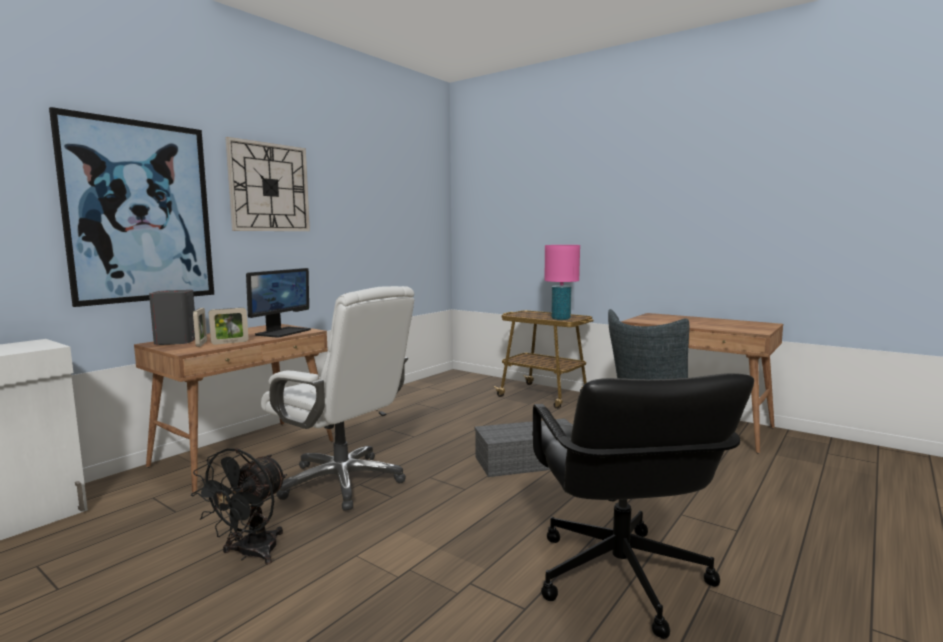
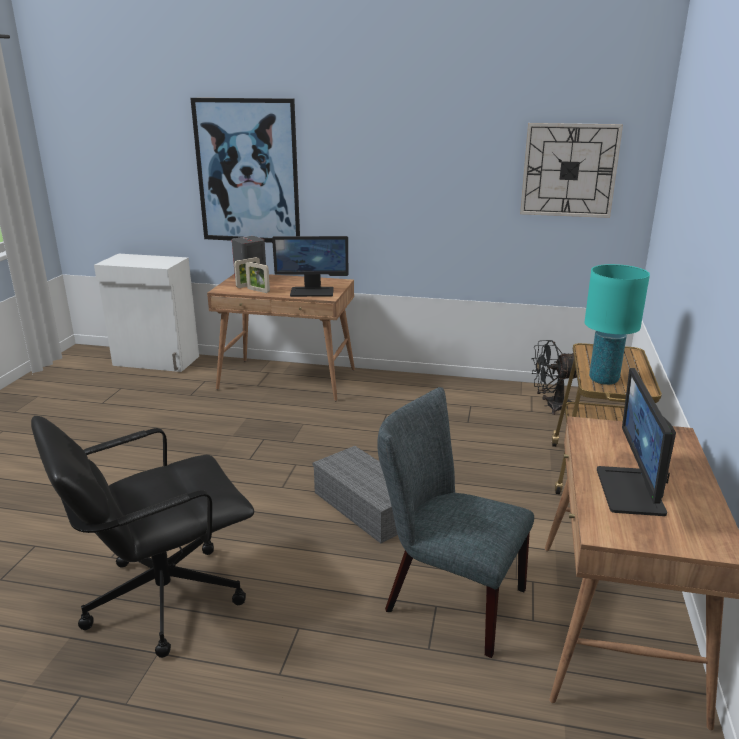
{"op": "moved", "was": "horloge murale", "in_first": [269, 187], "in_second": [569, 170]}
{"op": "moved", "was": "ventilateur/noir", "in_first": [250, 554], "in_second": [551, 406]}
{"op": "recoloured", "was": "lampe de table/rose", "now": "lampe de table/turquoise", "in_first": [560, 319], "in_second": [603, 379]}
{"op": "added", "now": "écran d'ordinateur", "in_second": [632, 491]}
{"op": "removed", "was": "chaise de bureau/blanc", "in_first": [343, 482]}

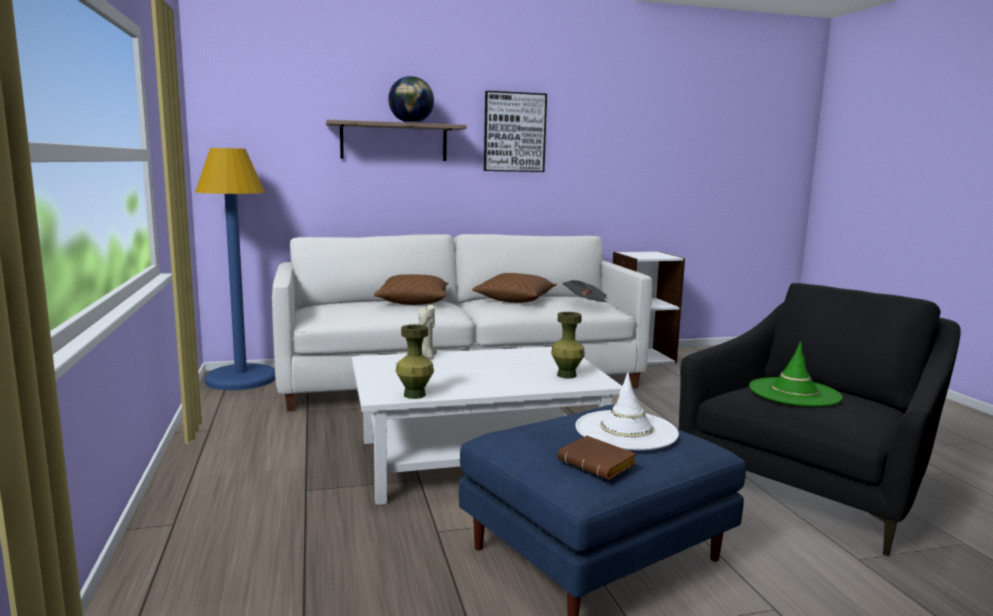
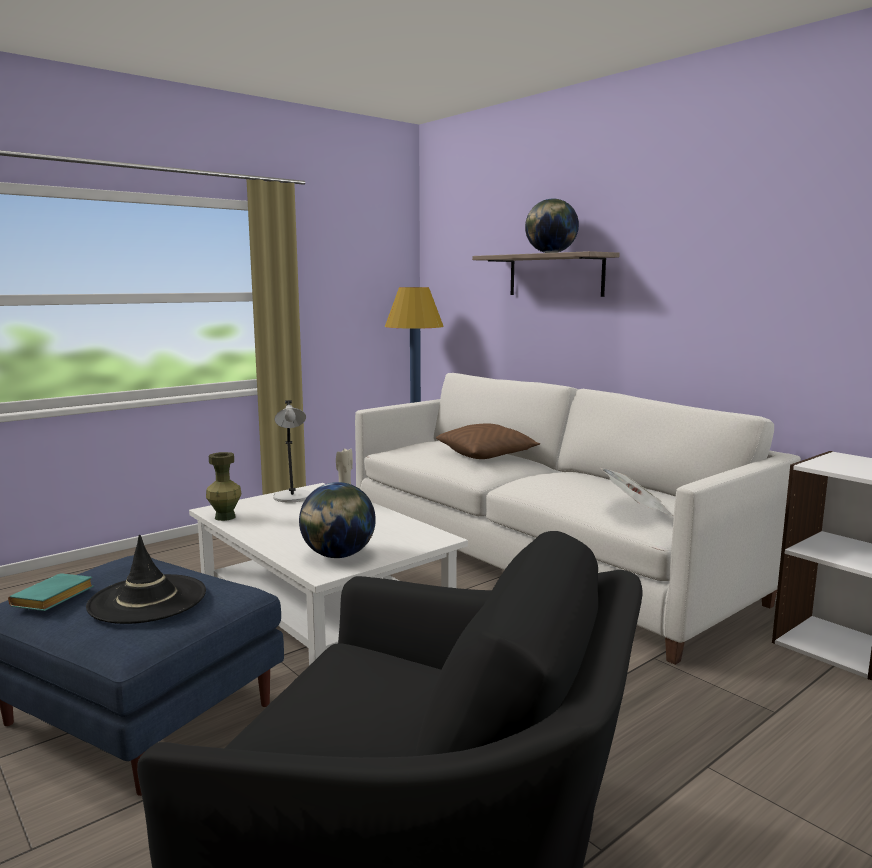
{"op": "recoloured", "was": "livre/marron", "now": "livre/turquoise", "in_first": [599, 464], "in_second": [52, 599]}
{"op": "recoloured", "was": "chapeau/blanc", "now": "chapeau/noir", "in_first": [626, 431], "in_second": [147, 599]}
{"op": "added", "now": "lampe de table/gris", "in_second": [292, 497]}
{"op": "replaced", "was": "vase/vert", "now": "globe", "in_first": [567, 375], "in_second": [338, 555]}
{"op": "removed", "was": "coussin/marron", "in_first": [515, 299]}
{"op": "removed", "was": "tableau", "in_first": [514, 132]}
{"op": "removed", "was": "chapeau/vert", "in_first": [794, 393]}

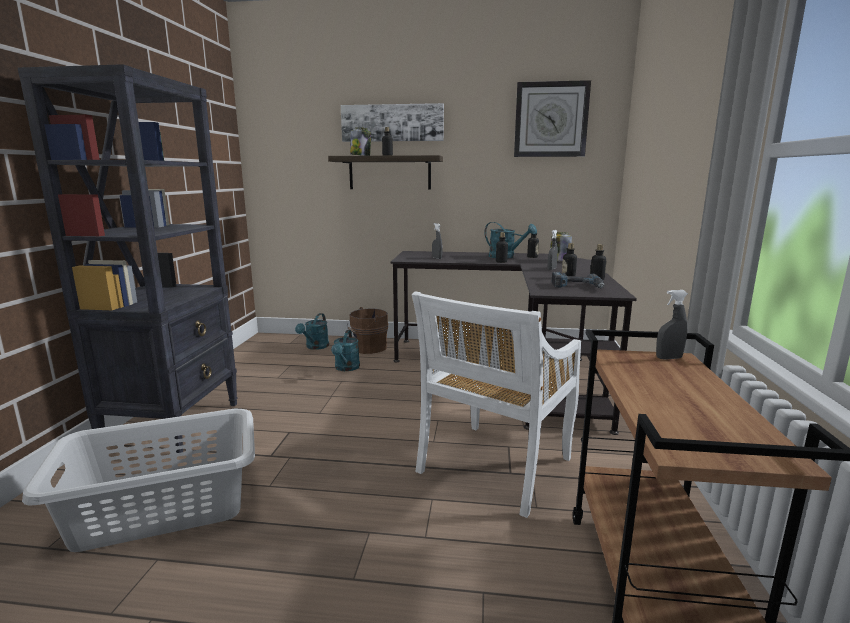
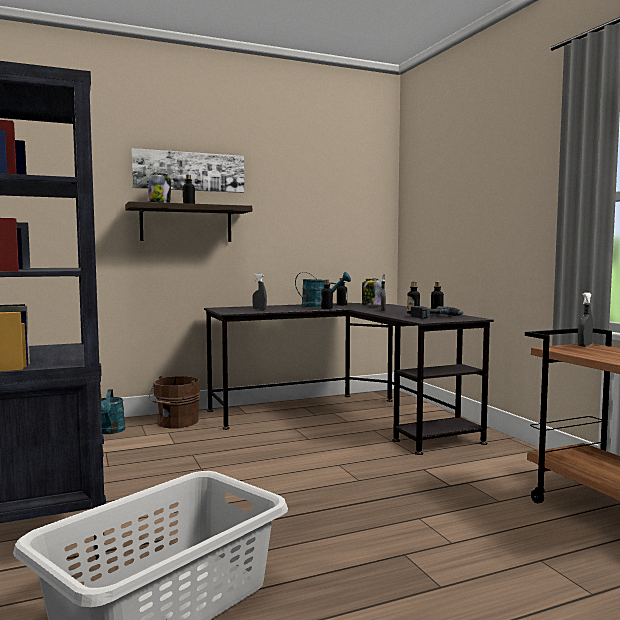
{"op": "removed", "was": "arrosoir/turquoise", "in_first": [346, 368]}
{"op": "removed", "was": "chaise/blanc", "in_first": [494, 467]}
{"op": "removed", "was": "horloge murale", "in_first": [551, 120]}

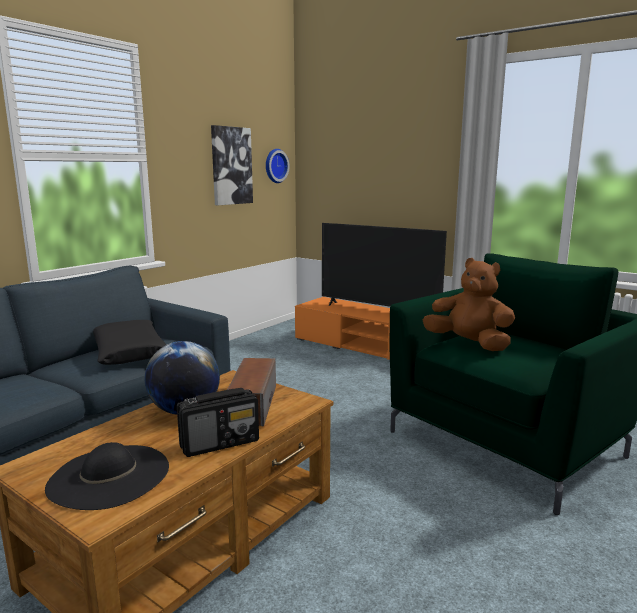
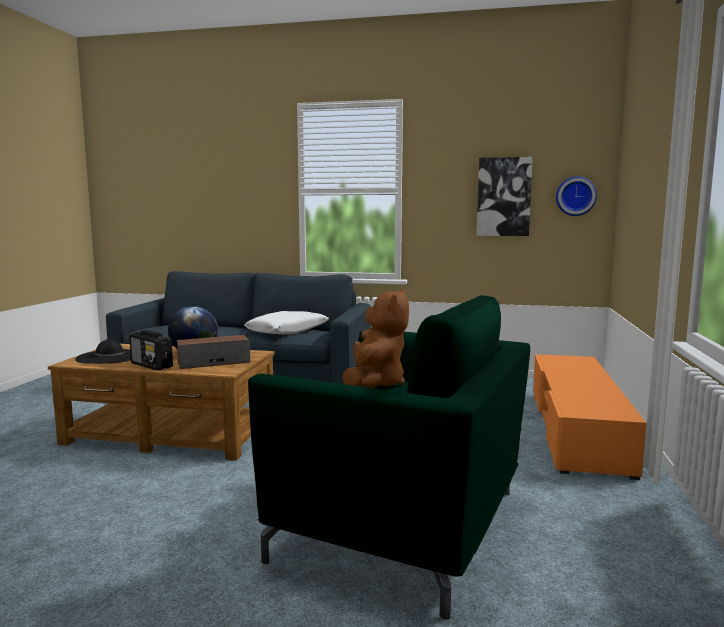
{"op": "recoloured", "was": "coussin/noir", "now": "coussin/blanc", "in_first": [129, 352], "in_second": [287, 331]}
{"op": "removed", "was": "téléviseur", "in_first": [378, 311]}

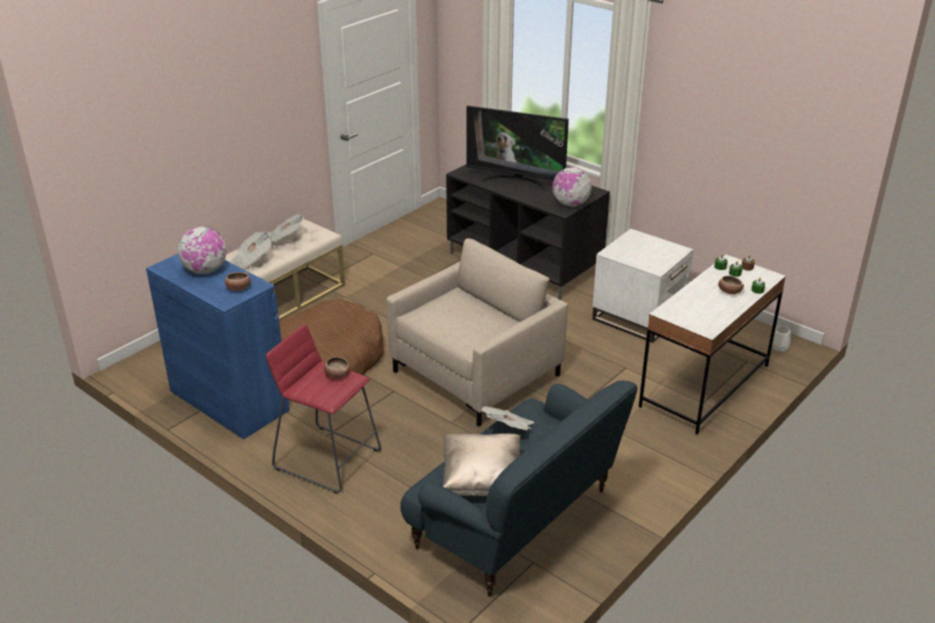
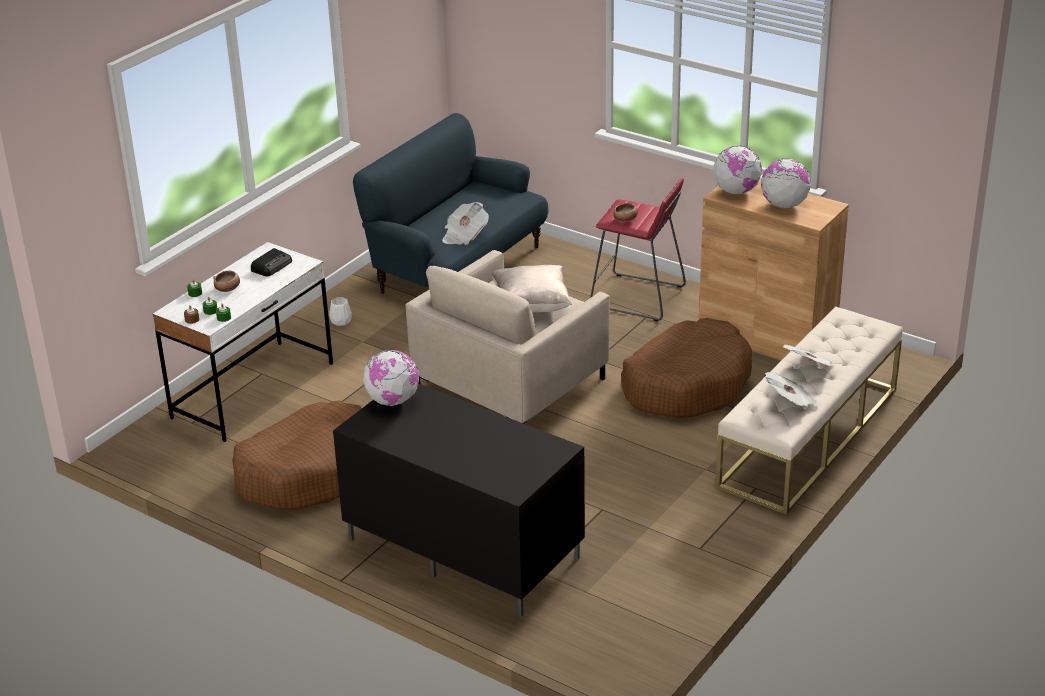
{"op": "replaced", "was": "table d'appoint/blanc", "now": "panier pour chien/marron", "in_first": [638, 316], "in_second": [307, 472]}
{"op": "added", "now": "radio", "in_second": [272, 266]}
{"op": "moved", "was": "vase/blanc", "in_first": [779, 347], "in_second": [340, 321]}
{"op": "moved", "was": "coussin/beige", "in_first": [482, 480], "in_second": [531, 306]}
{"op": "recoloured", "was": "meuble de rangement/bleu", "now": "meuble de rangement/marron", "in_first": [229, 400], "in_second": [767, 337]}
{"op": "replaced", "was": "bol", "now": "globe", "in_first": [238, 288], "in_second": [736, 191]}
{"op": "removed", "was": "téléviseur", "in_first": [516, 181]}

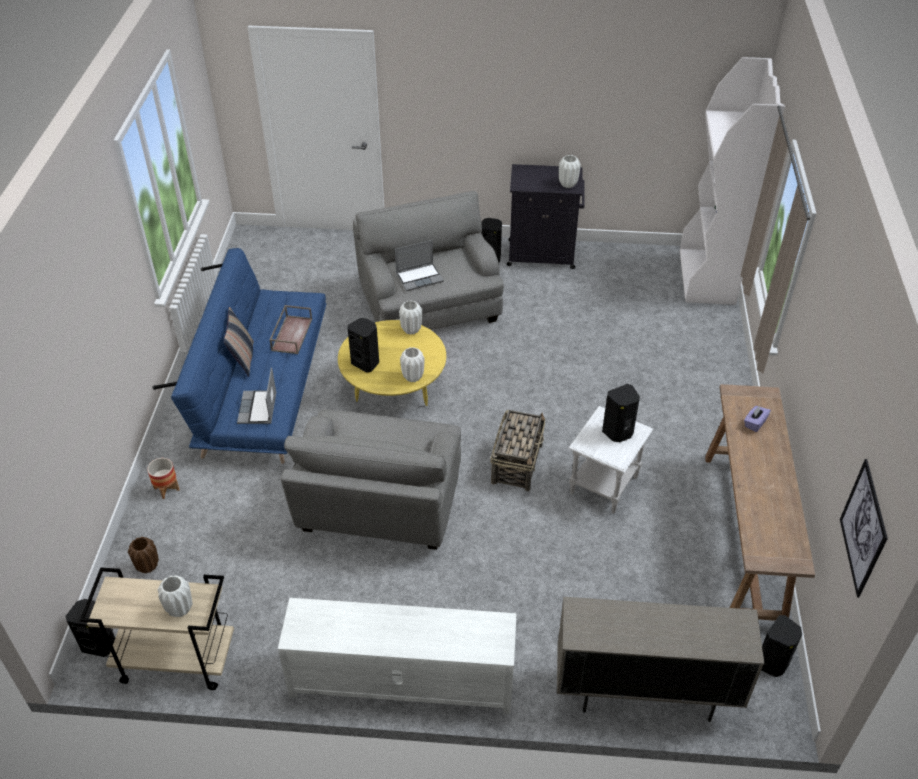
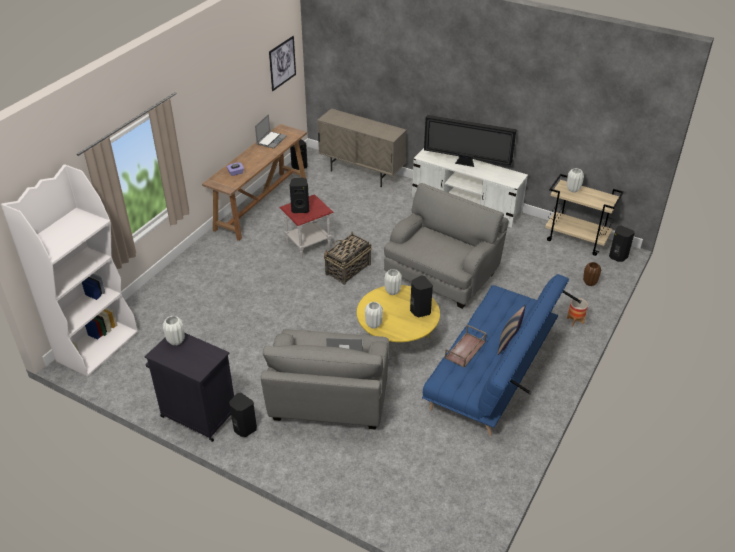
{"op": "moved", "was": "ordinateur portable", "in_first": [258, 409], "in_second": [271, 140]}
{"op": "recoloured", "was": "table d'appoint/blanc", "now": "table d'appoint/rouge", "in_first": [603, 486], "in_second": [308, 244]}
{"op": "added", "now": "téléviseur", "in_second": [466, 164]}

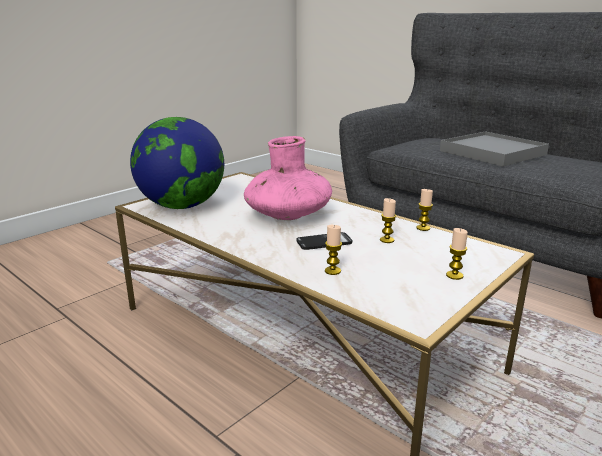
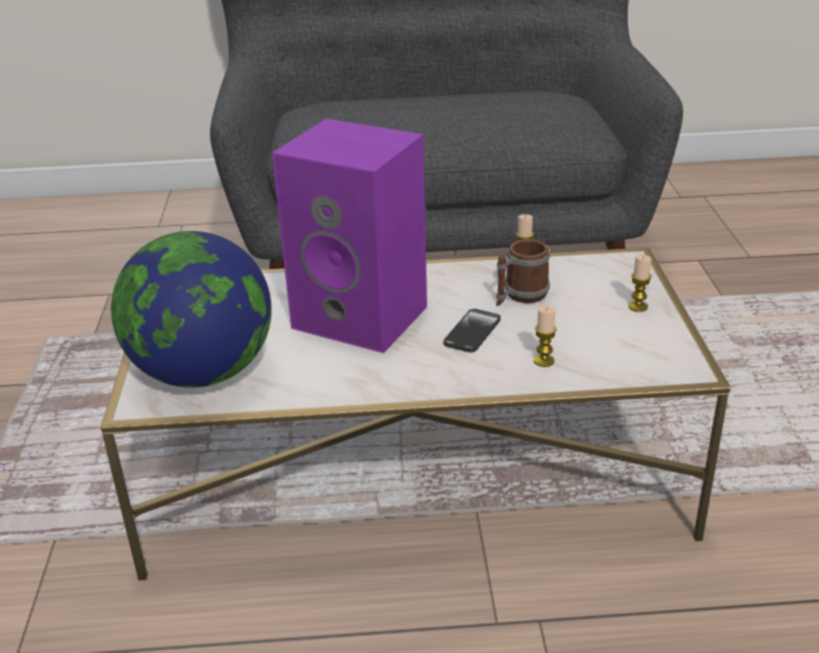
{"op": "replaced", "was": "vase/rose", "now": "enceinte/violet", "in_first": [288, 215], "in_second": [364, 317]}
{"op": "replaced", "was": "bougie", "now": "mug", "in_first": [387, 240], "in_second": [520, 296]}
{"op": "removed", "was": "plateau/gris", "in_first": [492, 153]}

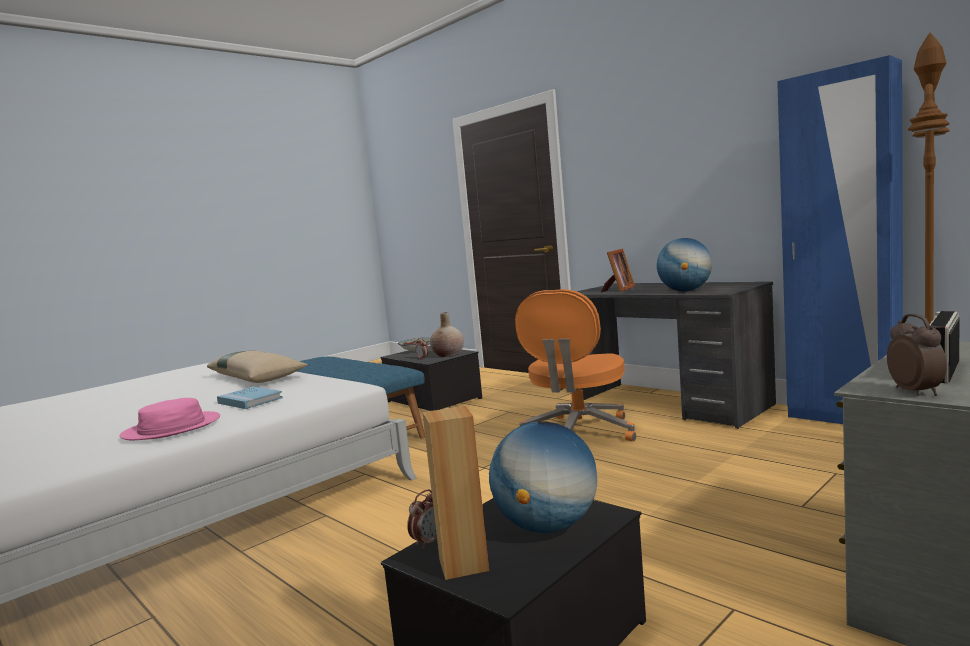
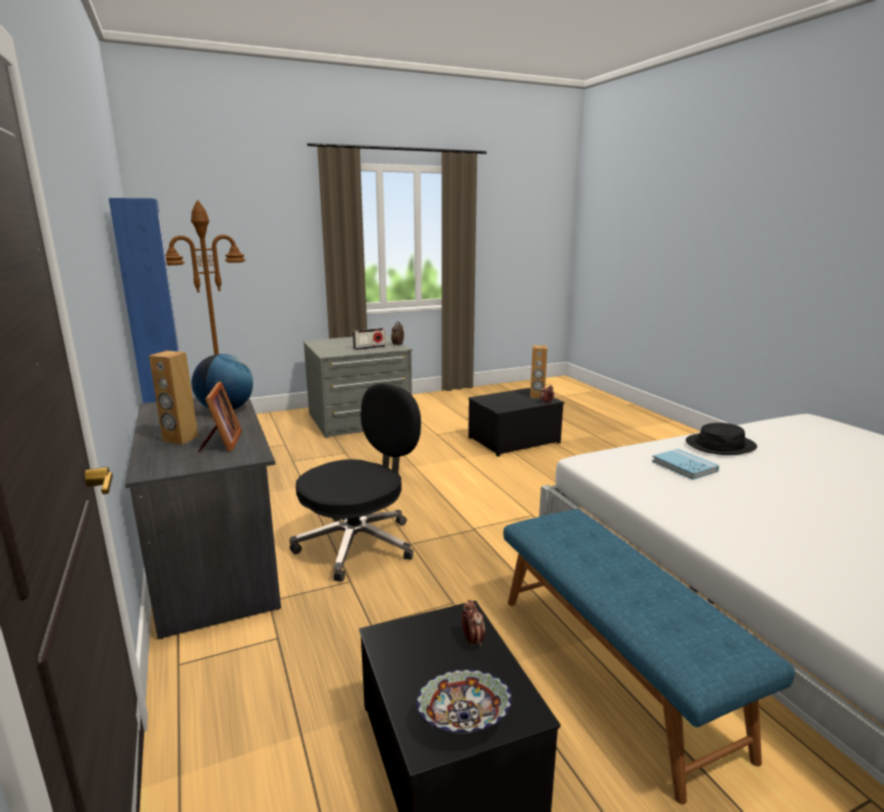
{"op": "added", "now": "enceinte/marron", "in_second": [180, 439]}
{"op": "turned", "was": "cadre photo", "in_first": [618, 290], "in_second": [222, 443], "clockwise": 120}
{"op": "recoloured", "was": "chaise de bureau/orange", "now": "chaise de bureau/noir", "in_first": [578, 434], "in_second": [359, 544]}
{"op": "recoloured", "was": "chapeau/rose", "now": "chapeau/noir", "in_first": [172, 428], "in_second": [720, 445]}
{"op": "removed", "was": "coussin/beige", "in_first": [257, 377]}
{"op": "removed", "was": "vase/beige", "in_first": [448, 354]}
{"op": "removed", "was": "globe", "in_first": [547, 526]}

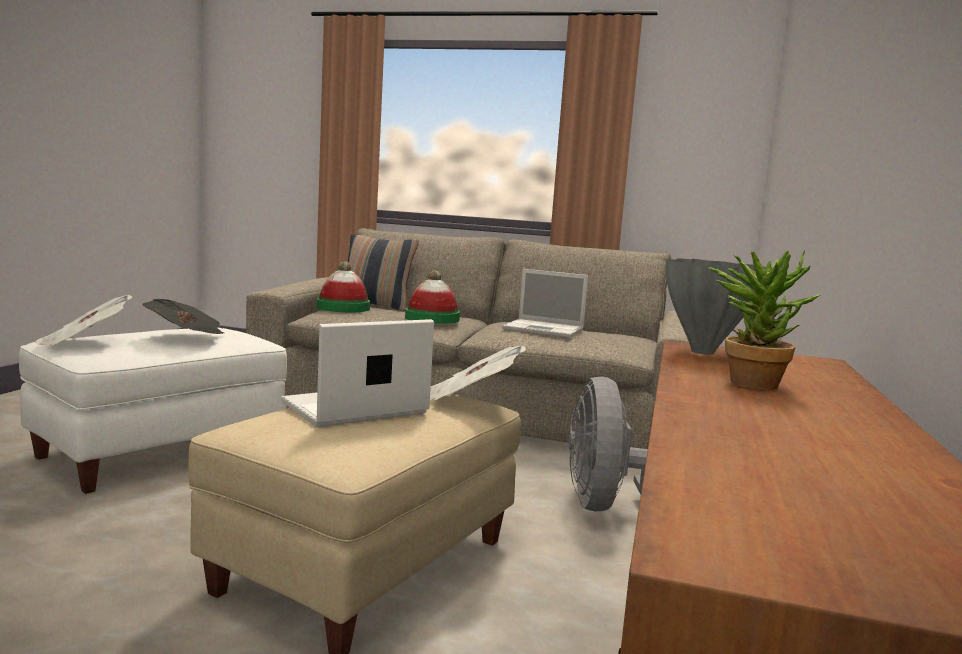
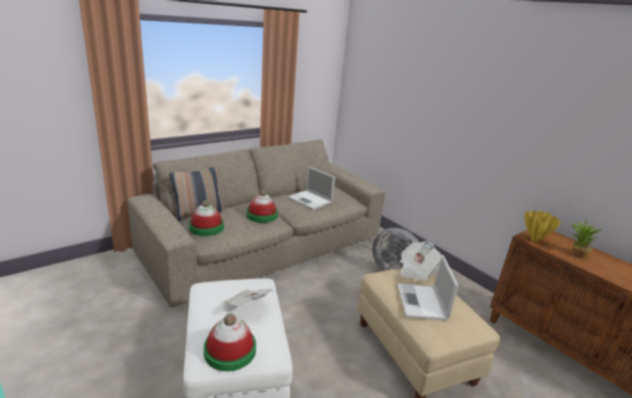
{"op": "replaced", "was": "journal", "now": "chapeau", "in_first": [83, 343], "in_second": [230, 351]}
{"op": "turned", "was": "ordinateur portable", "in_first": [545, 329], "in_second": [310, 200], "clockwise": 75}
{"op": "recoloured", "was": "vase/gris", "now": "vase/jaune", "in_first": [703, 352], "in_second": [535, 240]}

